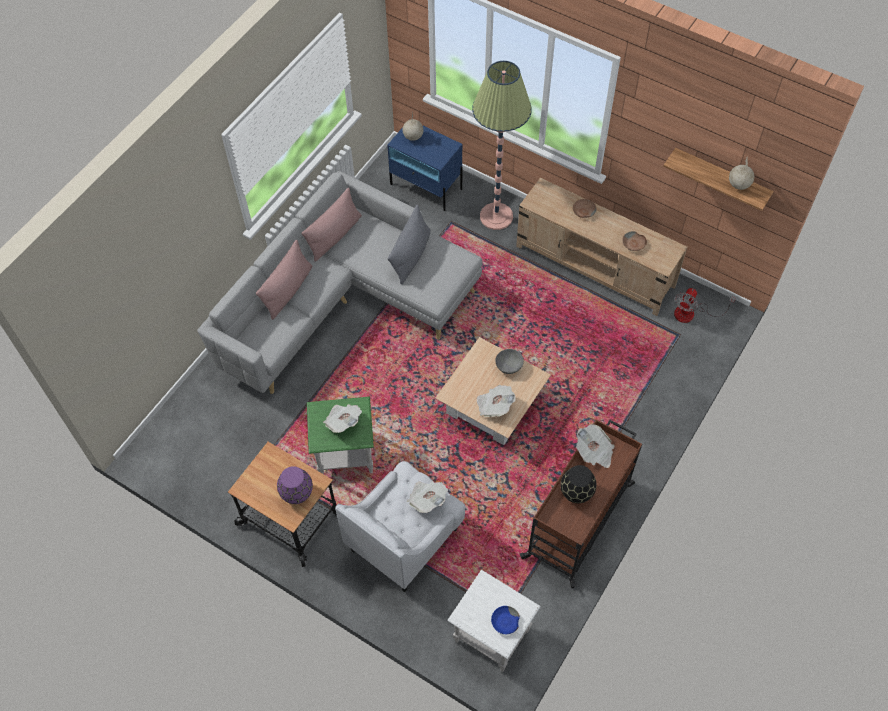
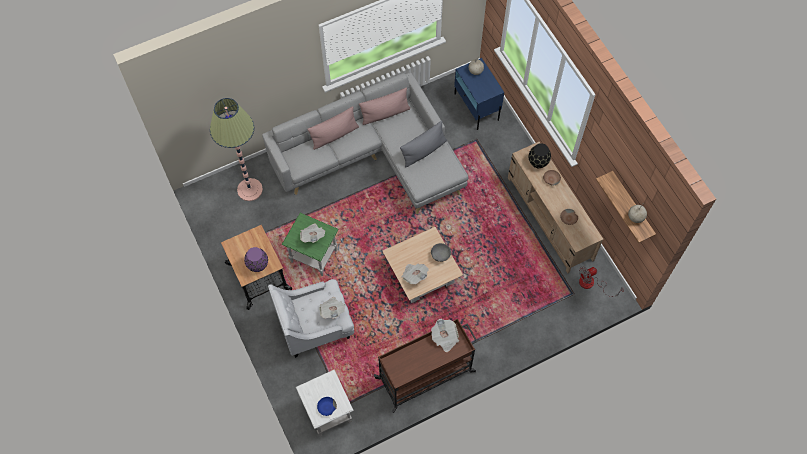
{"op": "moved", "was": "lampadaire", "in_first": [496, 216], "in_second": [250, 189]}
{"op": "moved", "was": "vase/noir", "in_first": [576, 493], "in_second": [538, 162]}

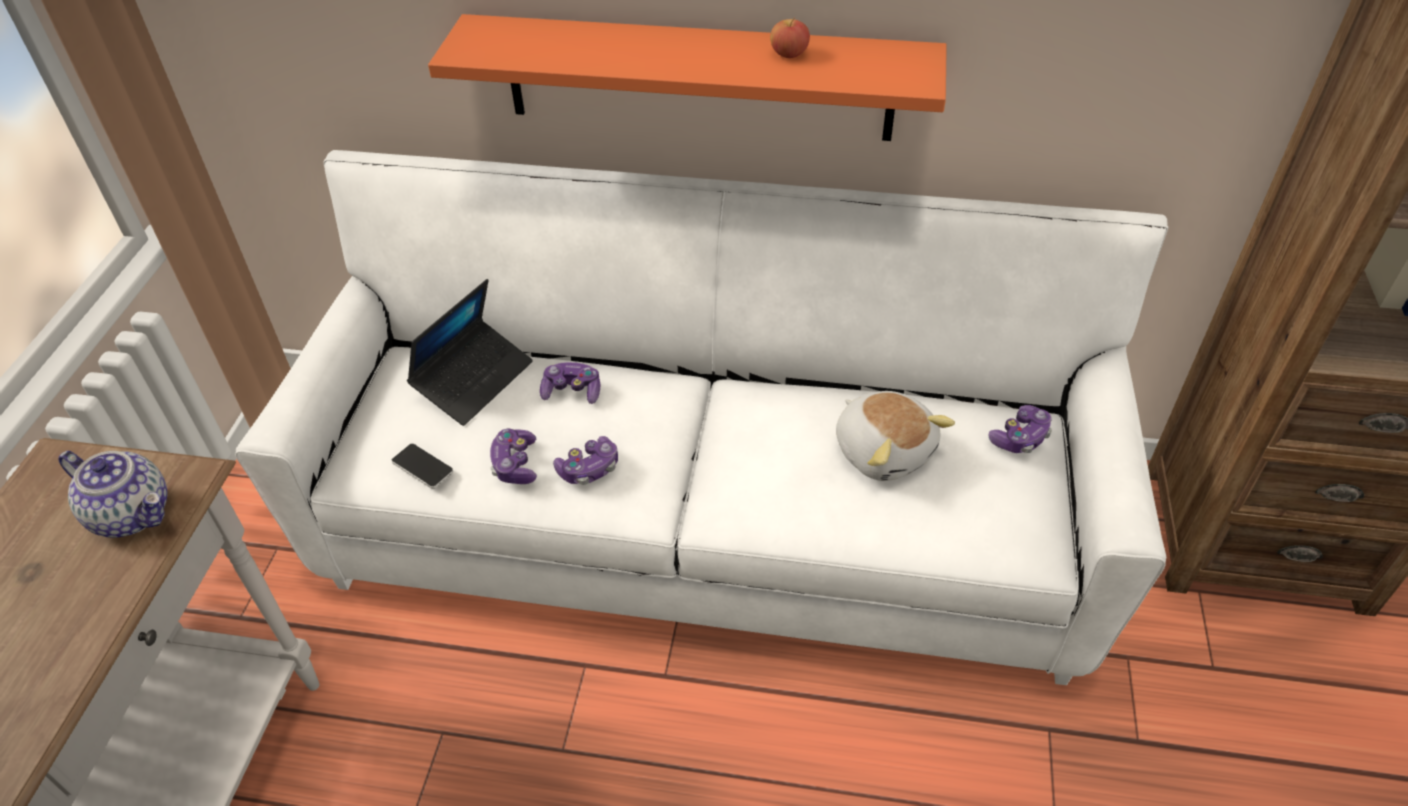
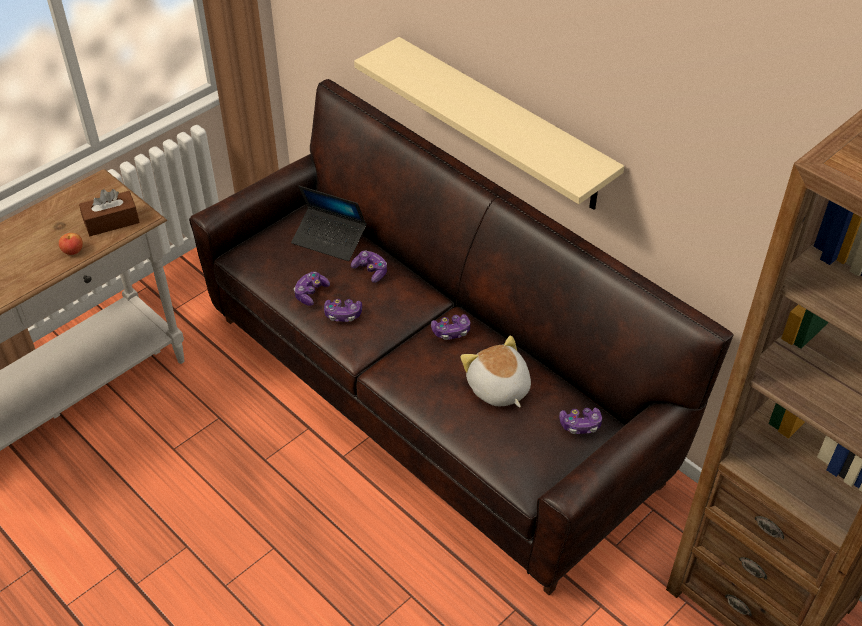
{"op": "moved", "was": "pomme", "in_first": [789, 54], "in_second": [73, 251]}
{"op": "replaced", "was": "théière", "now": "boîte à mouchoirs/marron", "in_first": [133, 513], "in_second": [111, 221]}
{"op": "recoloured", "was": "canapé/blanc", "now": "canapé/marron", "in_first": [708, 528], "in_second": [432, 397]}
{"op": "turned", "was": "ordinateur portable", "in_first": [474, 380], "in_second": [329, 239], "clockwise": 45}
{"op": "recoloured", "was": "étagère/orange", "now": "étagère/beige", "in_first": [698, 78], "in_second": [502, 124]}
{"op": "added", "now": "manette", "in_second": [451, 331]}
{"op": "turned", "was": "peluche", "in_first": [884, 450], "in_second": [498, 388], "clockwise": 150}
{"op": "removed", "was": "téléphone", "in_first": [422, 466]}

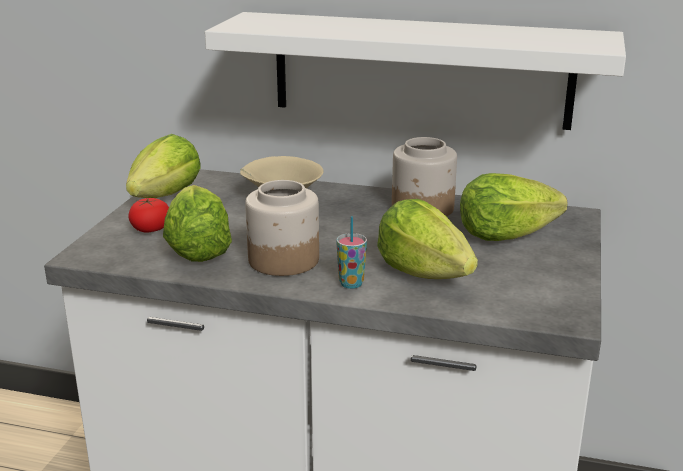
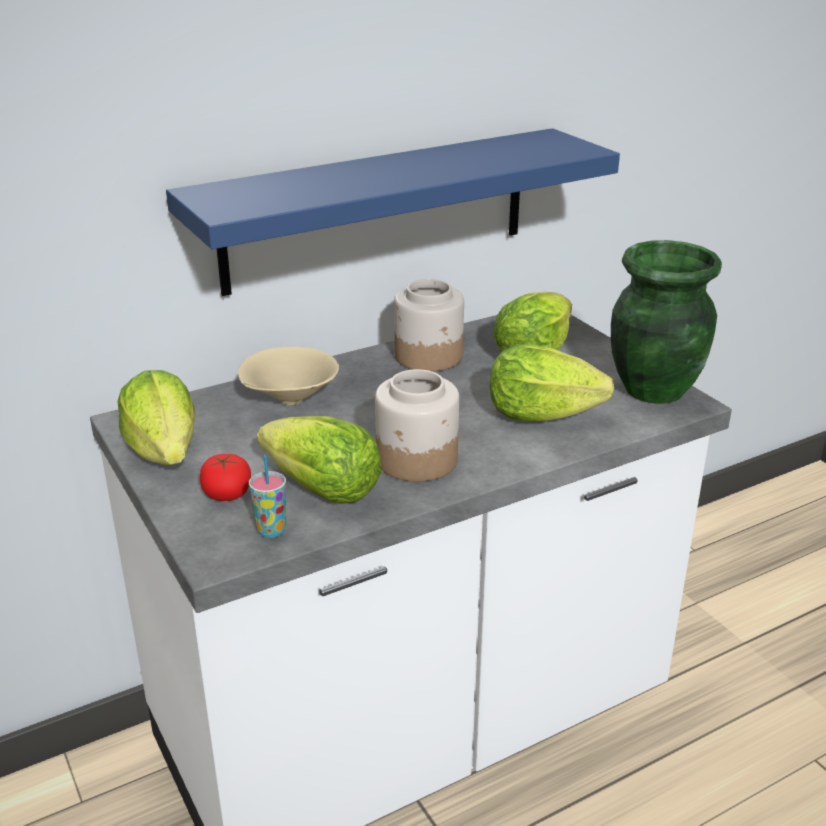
{"op": "recoloured", "was": "étagère/blanc", "now": "étagère/bleu", "in_first": [420, 70], "in_second": [377, 210]}
{"op": "moved", "was": "tasse", "in_first": [351, 284], "in_second": [271, 530]}
{"op": "added", "now": "vase/vert", "in_second": [652, 390]}

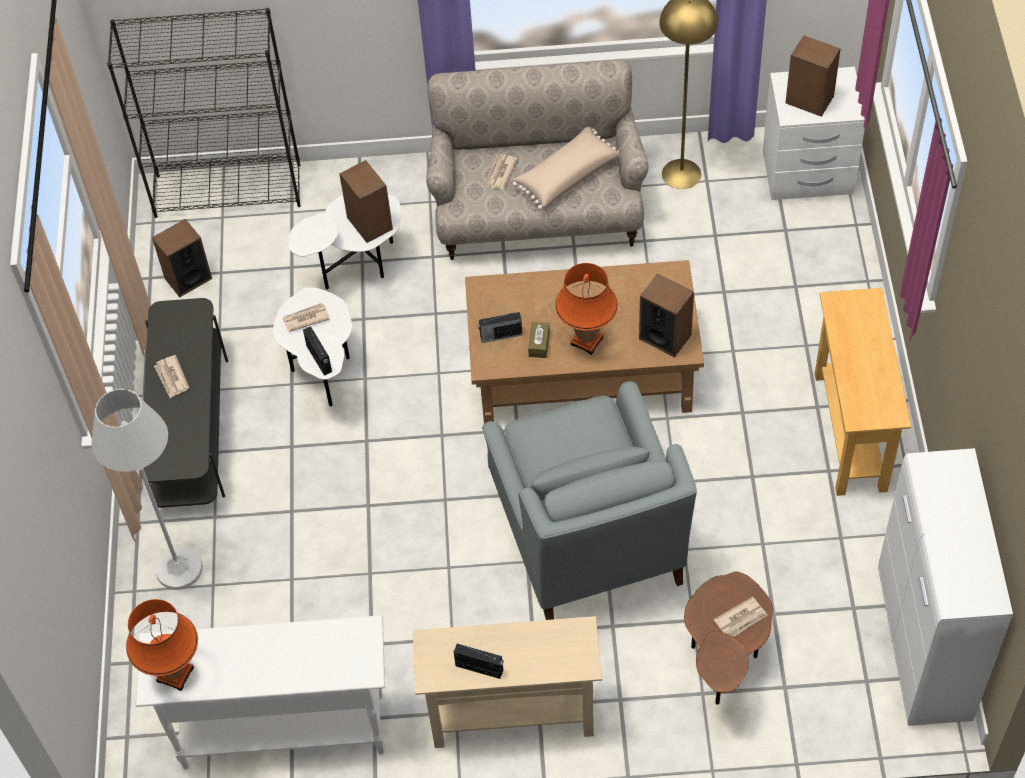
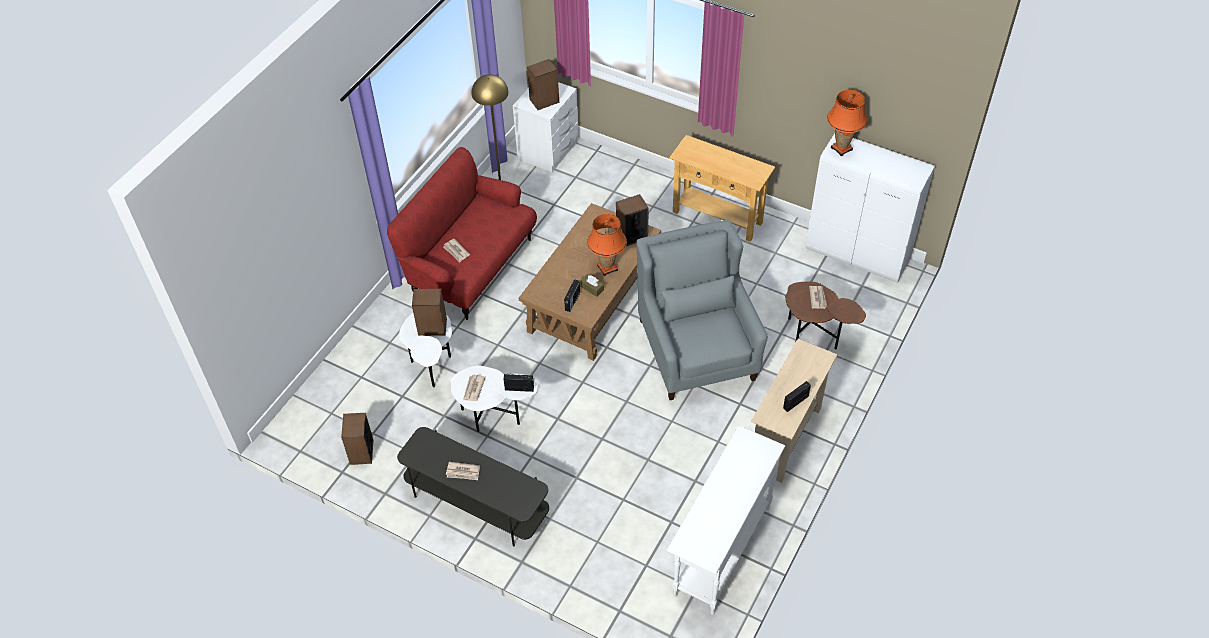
{"op": "recoloured", "was": "canapé/beige", "now": "canapé/rouge", "in_first": [538, 213], "in_second": [471, 267]}
{"op": "turned", "was": "fauteuil/gris", "in_first": [587, 533], "in_second": [696, 350], "clockwise": -120}
{"op": "moved", "was": "lampe de table/orange", "in_first": [175, 674], "in_second": [841, 148]}
{"op": "removed", "was": "lampadaire/blanc", "in_first": [179, 569]}
{"op": "removed", "was": "bibliothèque/noir", "in_first": [229, 190]}
{"op": "removed", "was": "coussin/beige", "in_first": [566, 175]}

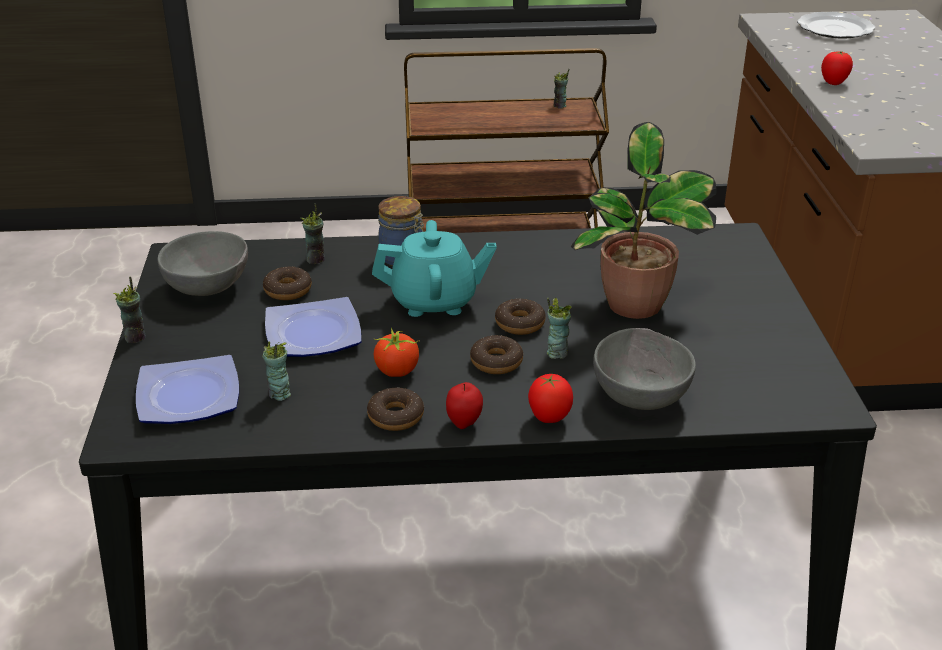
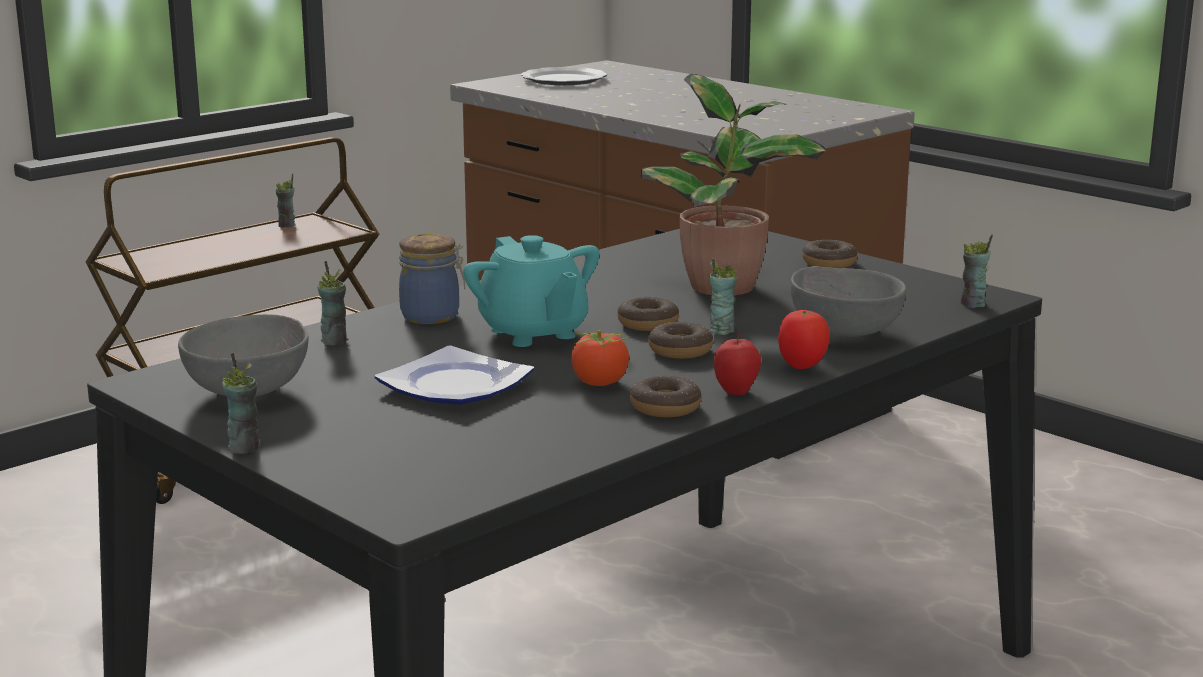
{"op": "turned", "was": "théière/turquoise", "in_first": [434, 301], "in_second": [533, 333], "clockwise": 105}
{"op": "moved", "was": "beignet", "in_first": [288, 290], "in_second": [829, 263]}
{"op": "moved", "was": "tasse", "in_first": [279, 394], "in_second": [972, 304]}
{"op": "removed", "was": "assiette", "in_first": [187, 398]}
{"op": "removed", "was": "tomate", "in_first": [833, 83]}

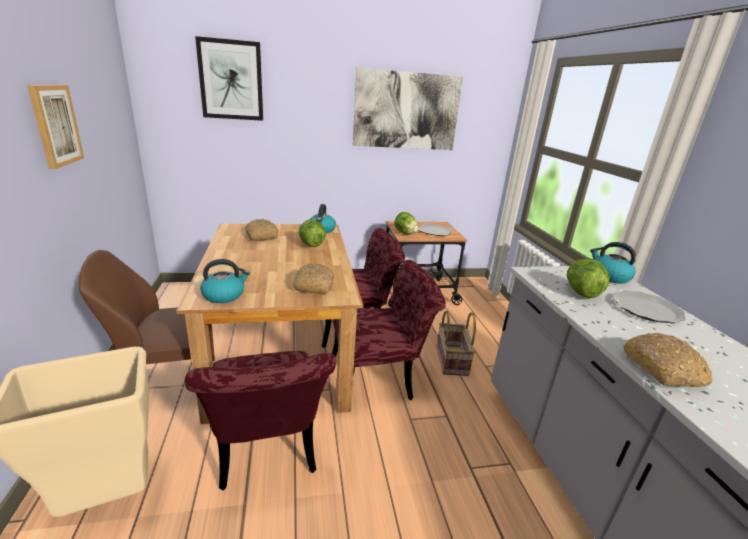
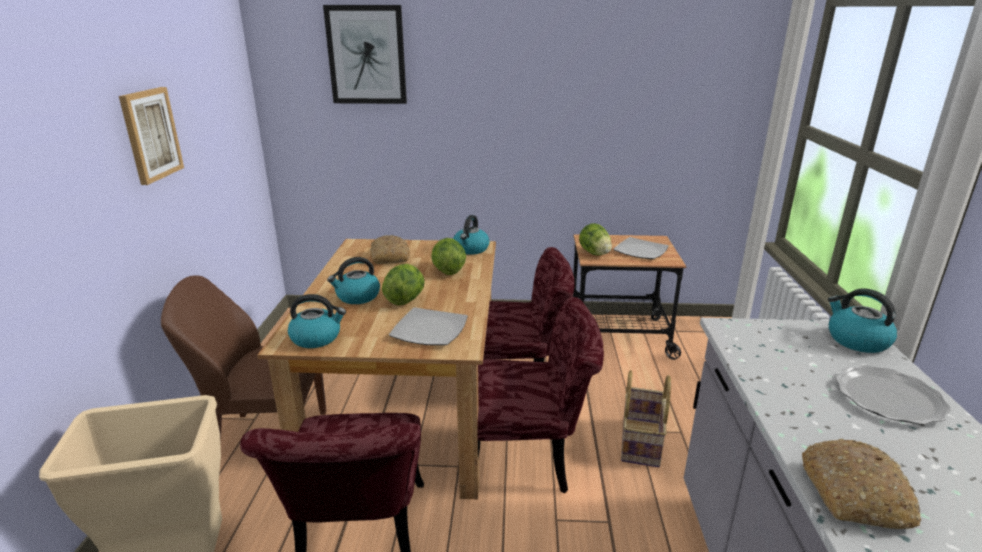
{"op": "added", "now": "bouilloire", "in_second": [357, 297]}
{"op": "moved", "was": "laitue", "in_first": [580, 292], "in_second": [405, 300]}
{"op": "replaced", "was": "pain", "now": "assiette", "in_first": [313, 285], "in_second": [429, 329]}
{"op": "removed", "was": "tableau", "in_first": [406, 111]}

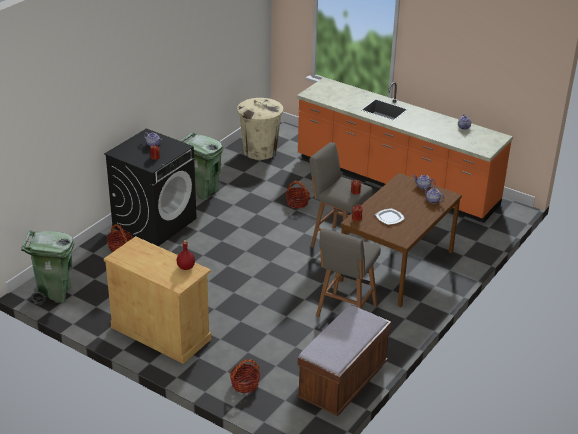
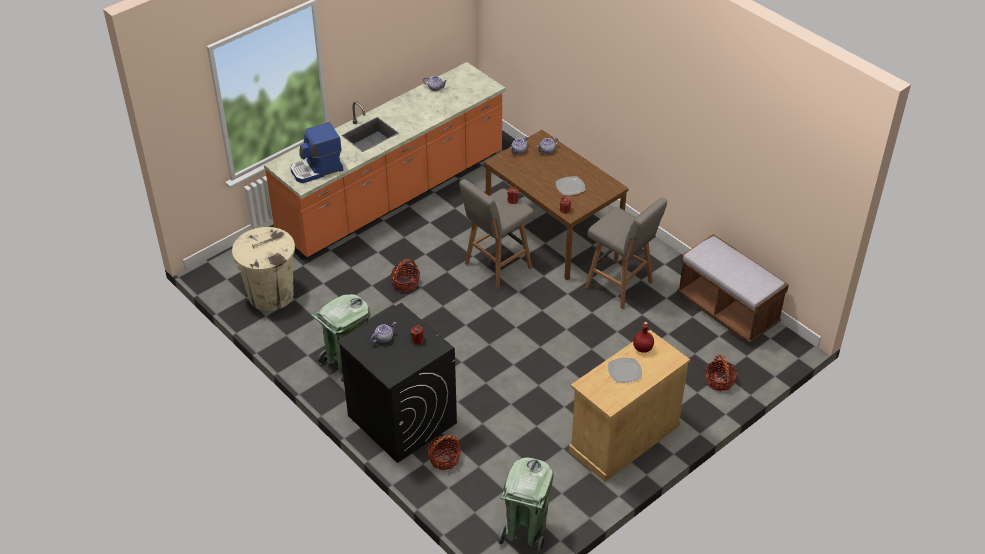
{"op": "added", "now": "machine à café", "in_second": [317, 170]}
{"op": "added", "now": "assiette", "in_second": [625, 371]}

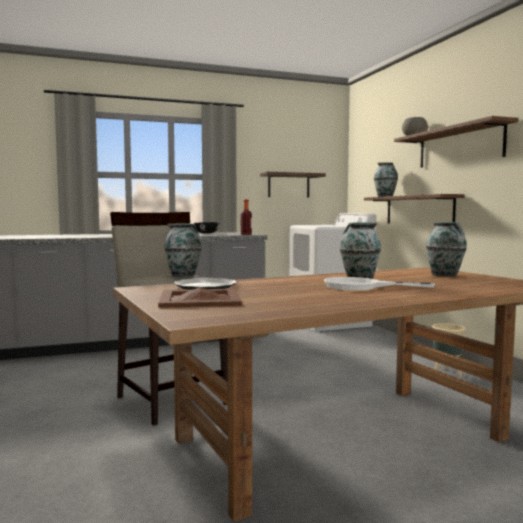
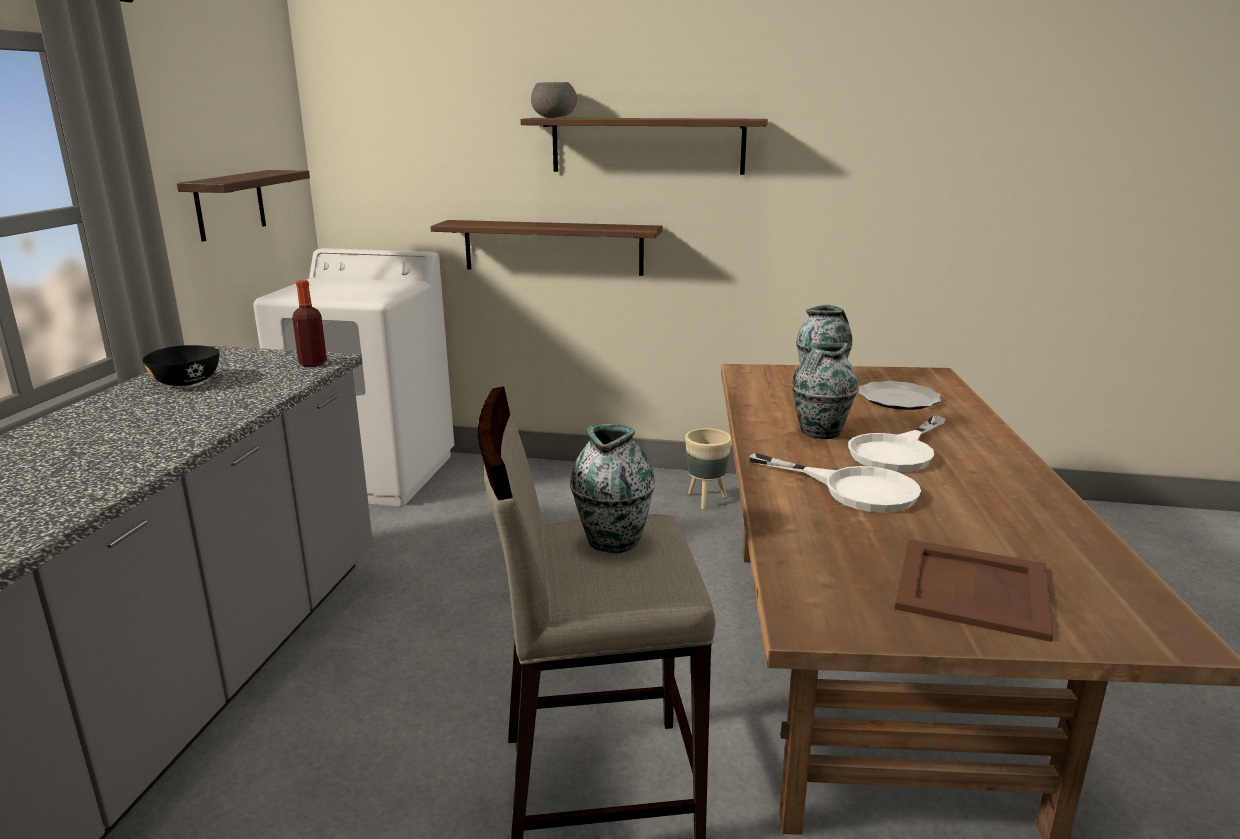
{"op": "added", "now": "poêle/blanc", "in_second": [853, 489]}
{"op": "moved", "was": "assiette", "in_first": [206, 286], "in_second": [898, 399]}
{"op": "removed", "was": "vase", "in_first": [385, 196]}

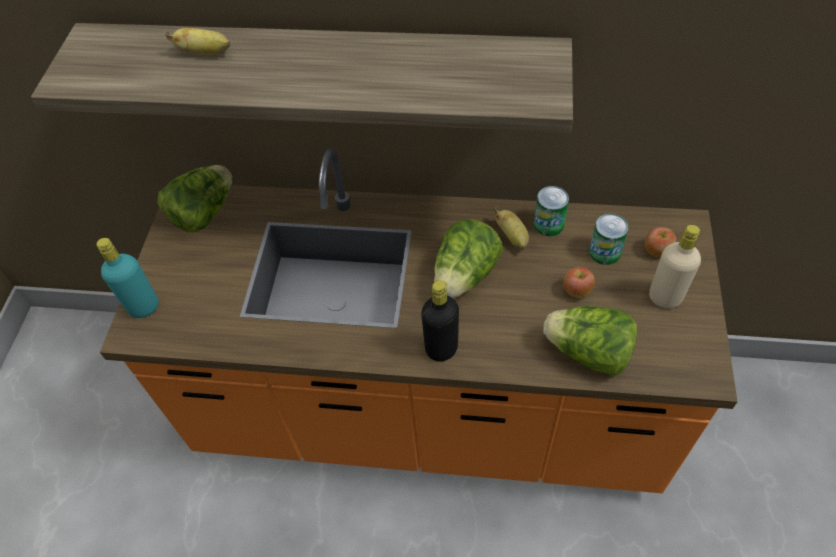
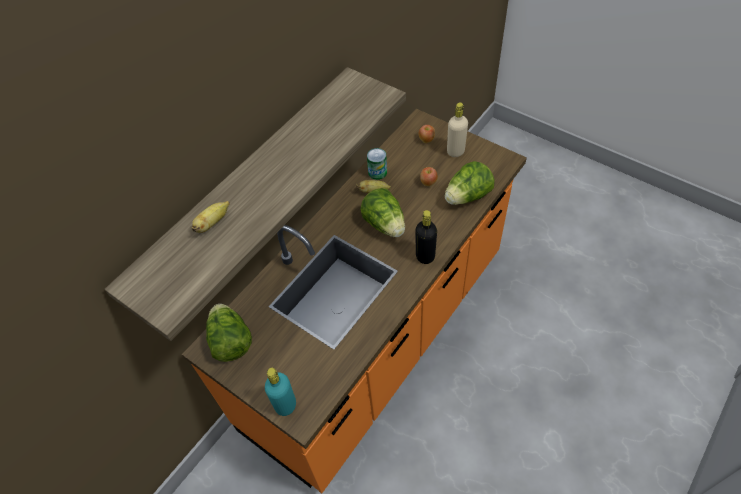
{"op": "removed", "was": "boîte métallique", "in_first": [604, 252]}

